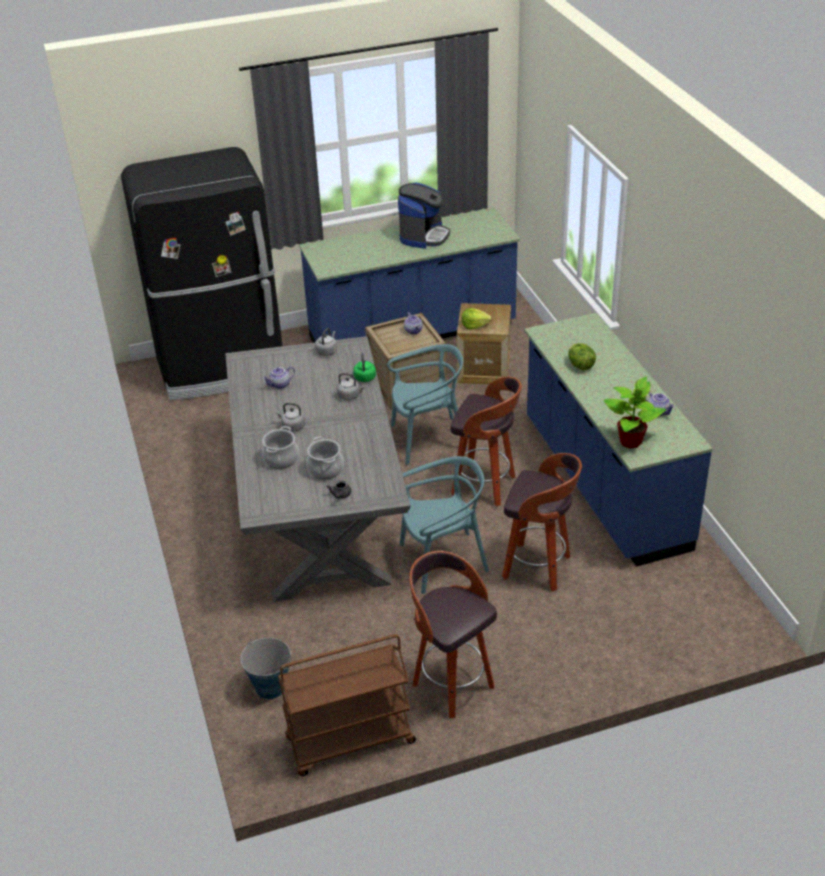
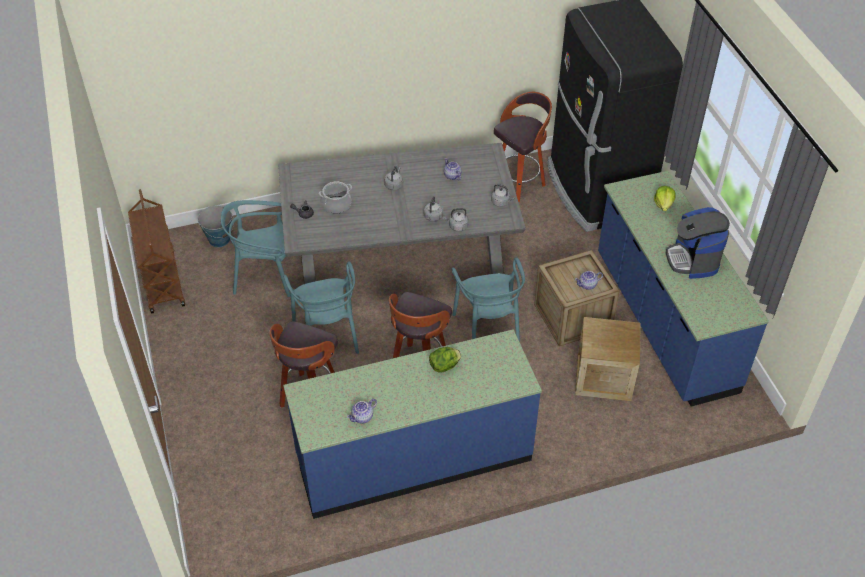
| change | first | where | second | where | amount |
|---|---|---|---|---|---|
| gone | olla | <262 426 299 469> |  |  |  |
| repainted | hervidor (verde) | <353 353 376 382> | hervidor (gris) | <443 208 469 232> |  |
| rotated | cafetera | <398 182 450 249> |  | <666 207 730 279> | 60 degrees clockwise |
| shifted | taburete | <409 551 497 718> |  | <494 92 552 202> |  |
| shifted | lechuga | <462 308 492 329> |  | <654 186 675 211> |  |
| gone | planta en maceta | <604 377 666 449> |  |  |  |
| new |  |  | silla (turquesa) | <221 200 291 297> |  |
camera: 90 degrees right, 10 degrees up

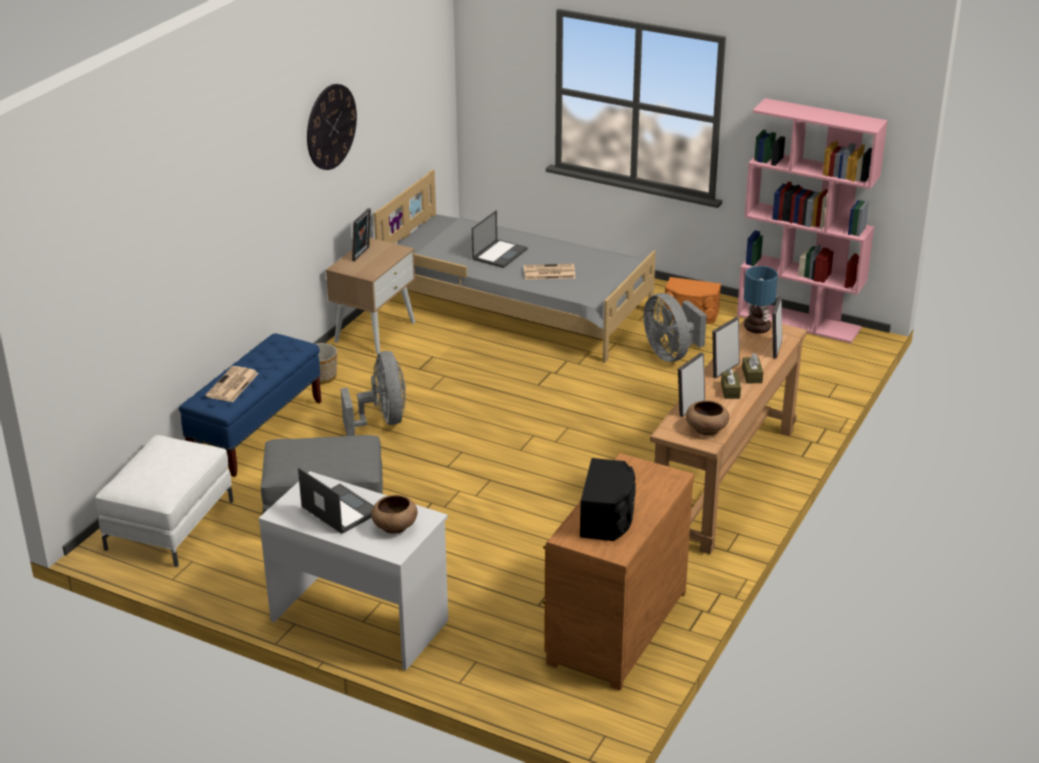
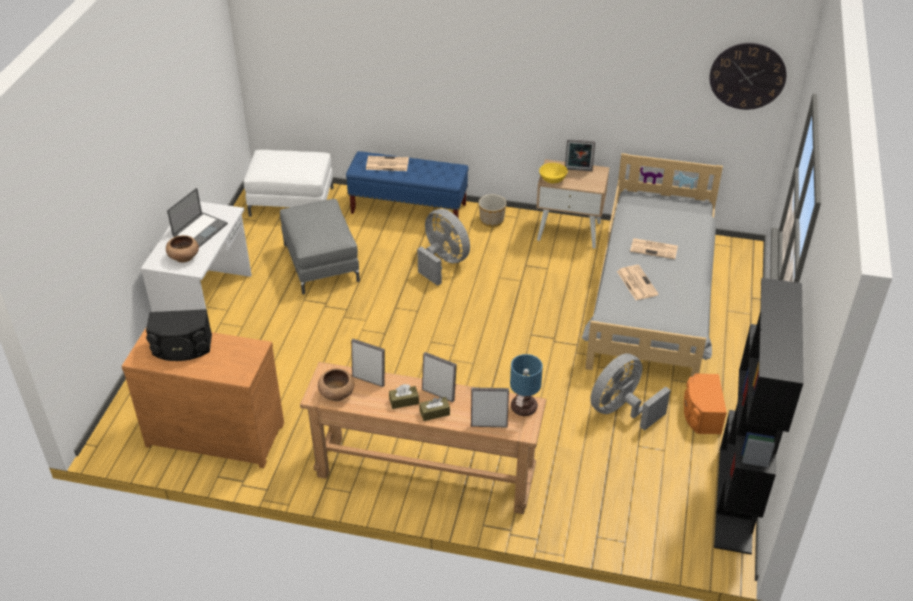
| change | first | where | second | where | amount |
|---|---|---|---|---|---|
| shifted | reloj de pared | <307 84 357 170> |  | <710 43 786 110> |  |
| rotated | ventilador (gris) | <341 351 406 436> |  | <417 209 470 286> | 105 degrees counterclockwise |
| swapped | portátil | <472 210 528 268> | periódico | <630 238 678 259> |  |
| repainted | estantería (rosa) | <737 98 888 343> | estantería (negro) | <714 278 803 555> |  |
| new |  |  | cuenco (amarillo) | <539 163 568 184> |  |
camera: 75 degrees right, 10 degrees up

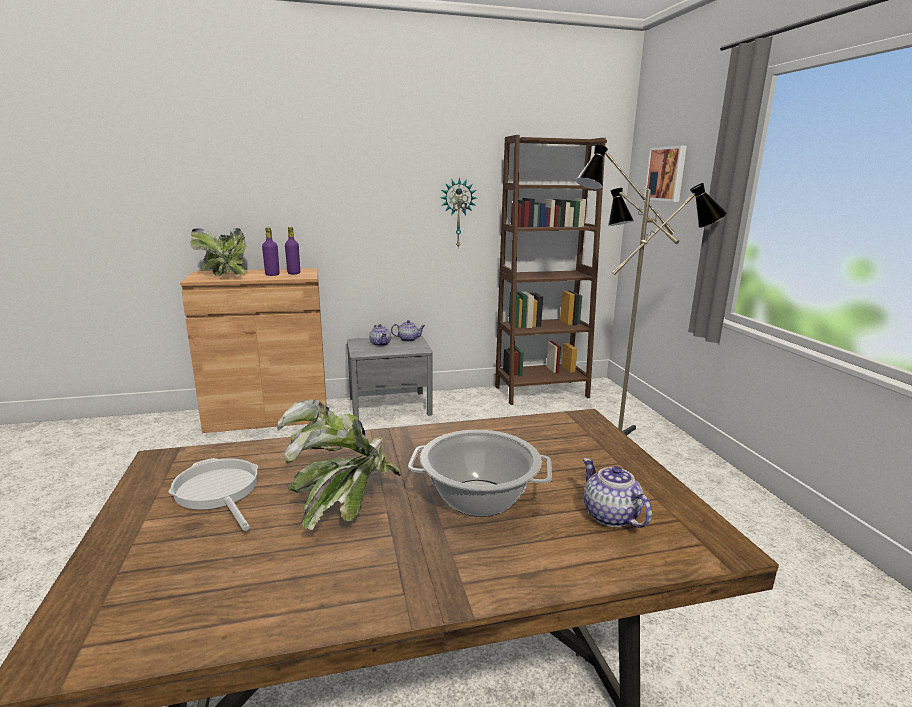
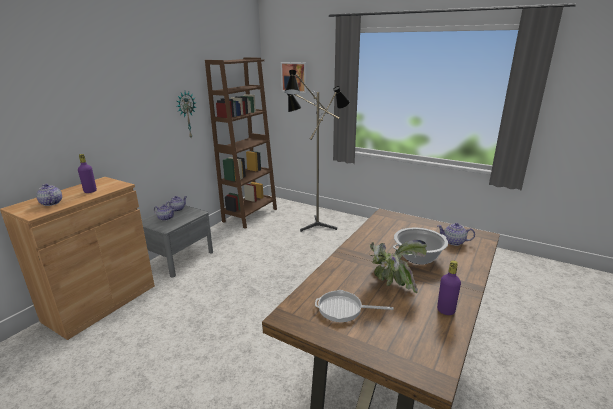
| change | first | where | second | where | amount |
|---|---|---|---|---|---|
| swapped | planta en maceta | <190 228 247 276> | tetera | <36 184 62 206> |  |
| shifted | botella (morado) | <285 227 300 274> |  | <437 260 461 315> |  |
camera: 45 degrees left, 5 degrees up

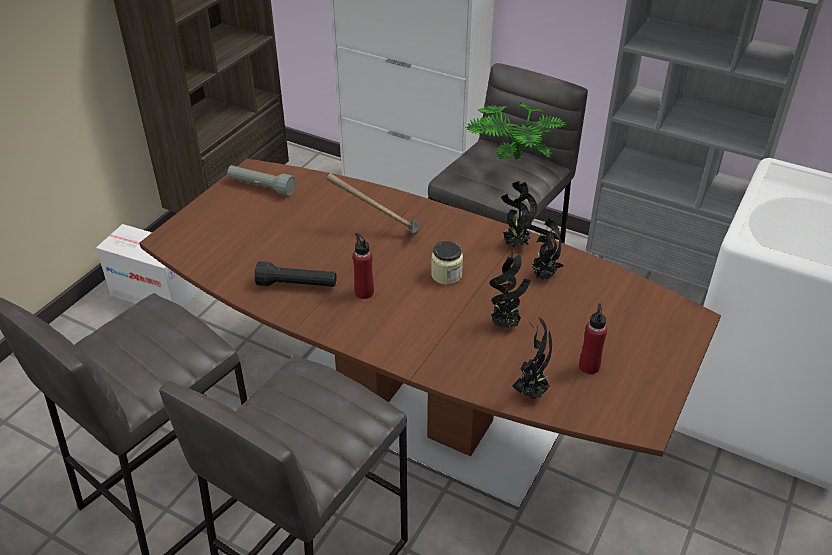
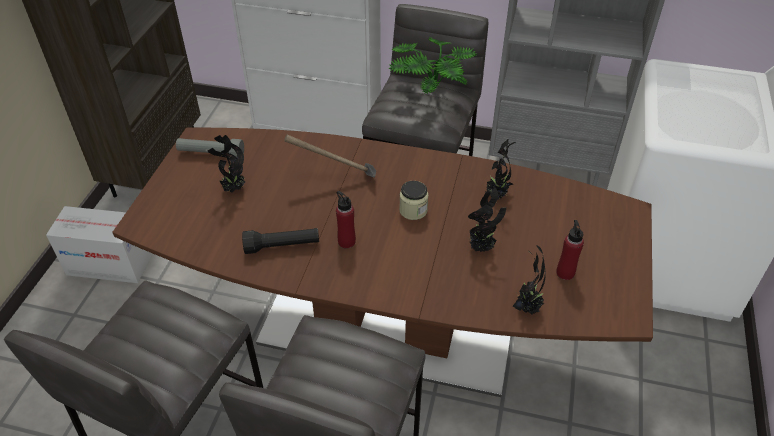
| change | first | where | second | where | amount |
|---|---|---|---|---|---|
| shifted | planta en maceta | <501 181 537 247> |  | <208 135 245 193> |  |
camera: 15 degrees left, 5 degrees up

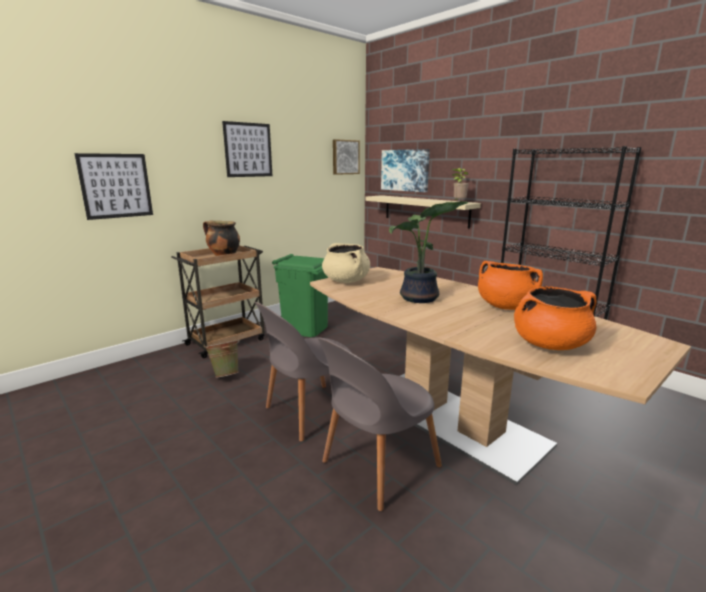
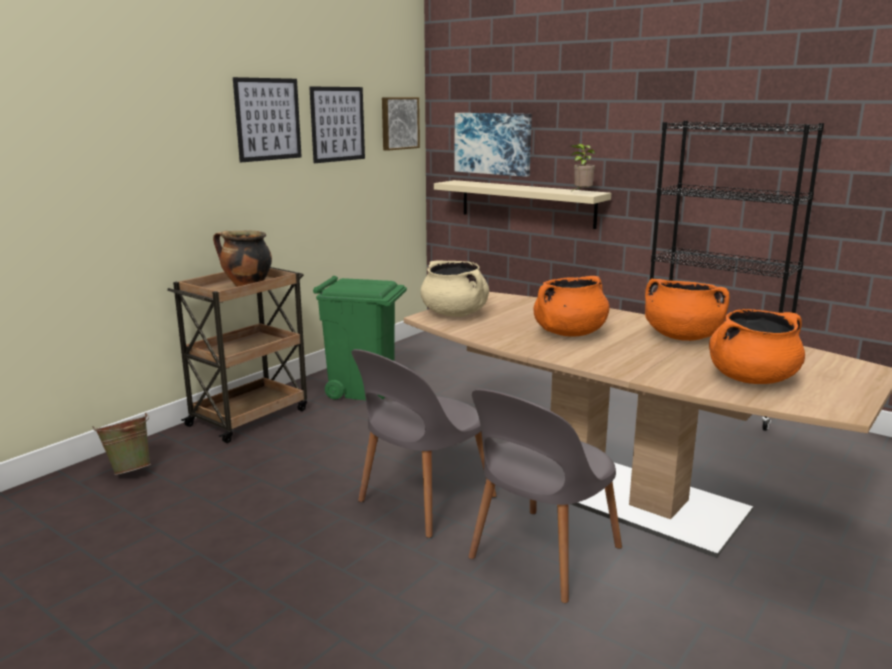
| change | first | where | second | where | amount |
|---|---|---|---|---|---|
| shifted | cuadro | <74 153 153 220> |  | <309 87 365 163> |  |
| shifted | cubo (verde) | <204 338 239 378> |  | <93 413 151 475> |  |
| swapped | planta en maceta | <389 201 468 303> | olla (naranja) | <534 276 610 337> |  |
camera: 10 degrees left, 0 degrees up

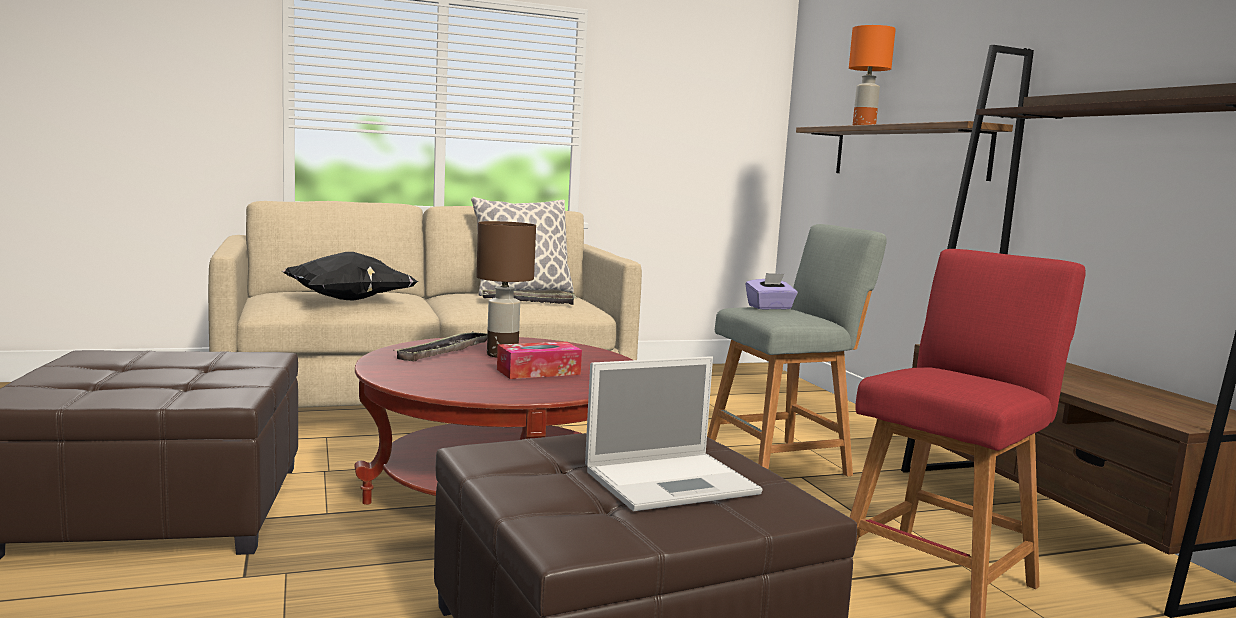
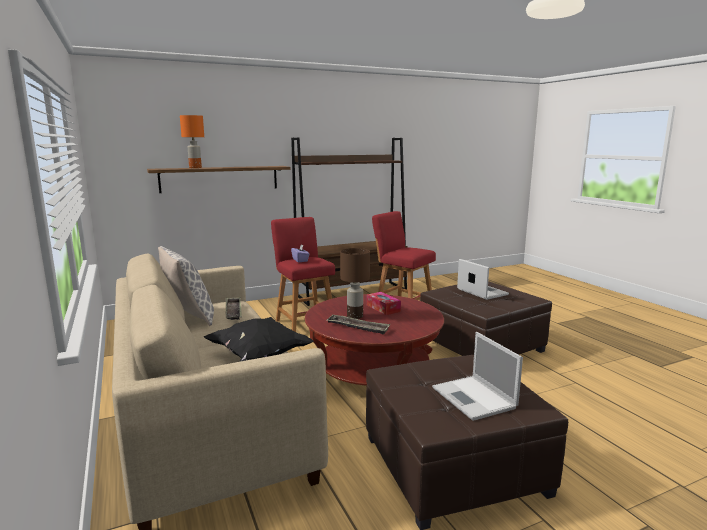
| change | first | where | second | where | amount |
|---|---|---|---|---|---|
| repainted | taburete (gris) | <707 224 887 476> | taburete (rojo) | <271 217 335 332> |  |
| new |  |  | portátil | <432 332 523 421> |  |
camera: 95 degrees left, 5 degrees up

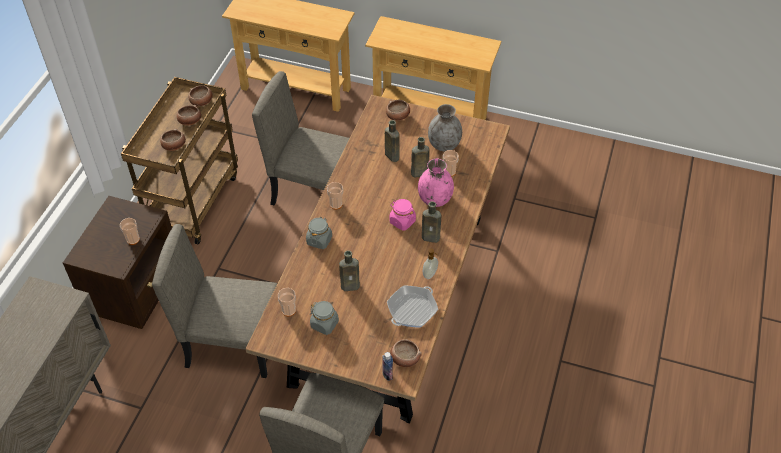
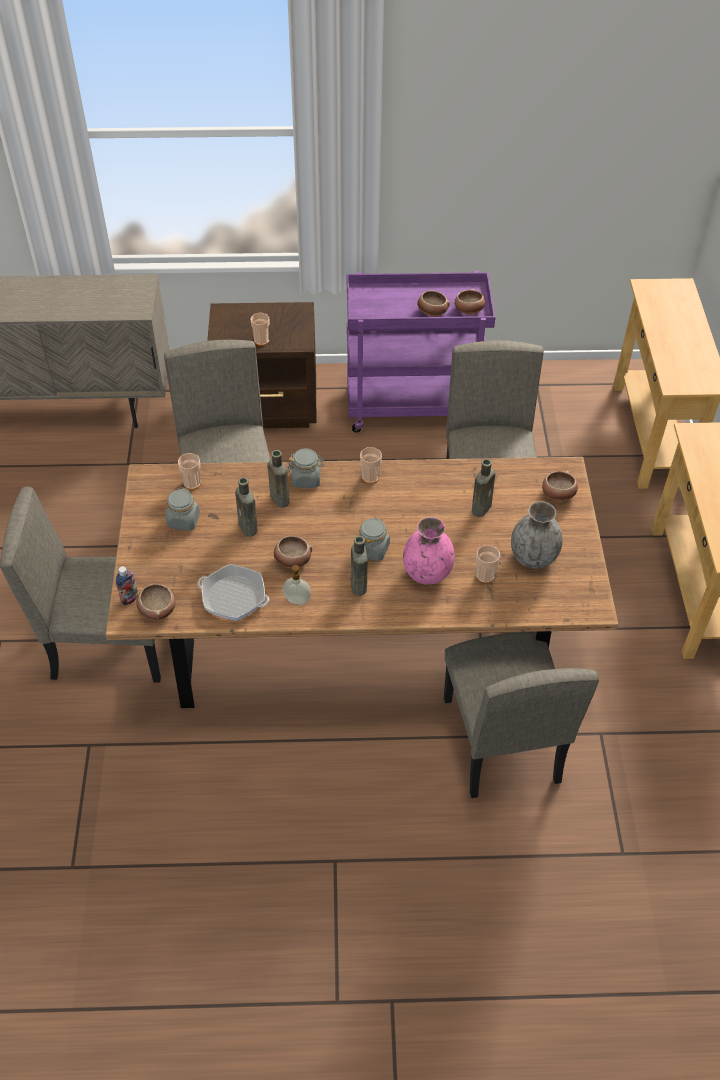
| change | first | where | second | where | amount |
|---|---|---|---|---|---|
| repainted | carrito (marrón) | <121 77 238 244> | carrito (morado) | <347 271 495 433> |  |
| shifted | cuenco | <160 129 186 151> |  | <274 536 312 568> |  |
| repainted | tarro (rosa) | <390 199 416 231> | tarro (gris) | <358 517 390 561> |  |
| shifted | botella (marrón) | <411 137 430 178> |  | <267 450 290 508> |  |
| new |  |  | silla (beis) | <444 632 599 798> |  |
camera: 70 degrees right, 0 degrees up

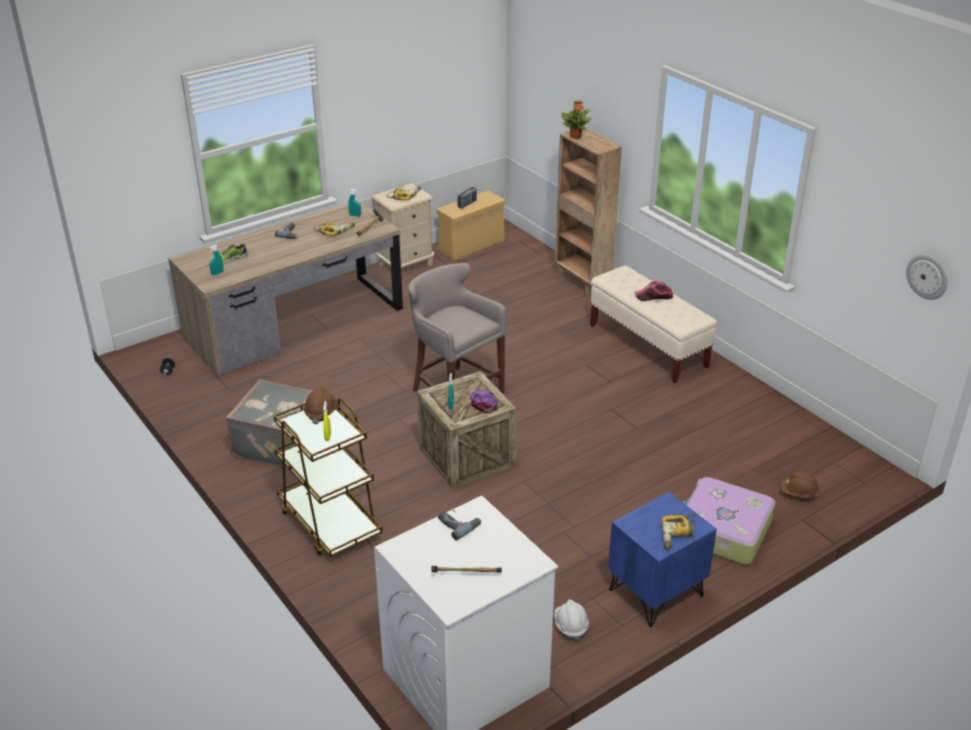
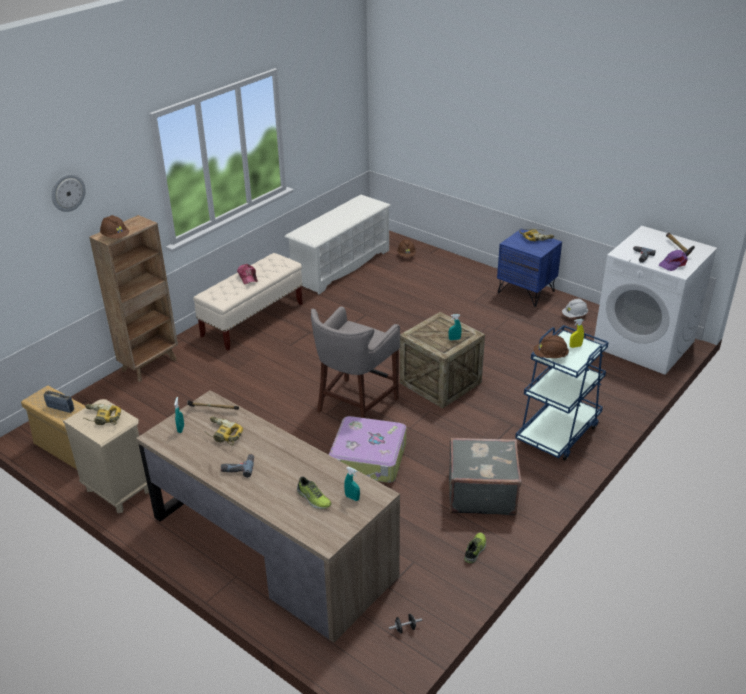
| change | first | where | second | where | amount |
|---|---|---|---|---|---|
| repainted | carrito (marrón) | <273 398 383 557> | carrito (azul) | <515 325 609 461> |  |
| shifted | gorra (morado) | <470 389 498 414> |  | <659 250 688 271> |  |
| swapped | planta en maceta | <562 101 591 139> | casco (marrón) | <100 215 129 239> |  |
| shifted | maleta | <683 477 775 565> |  | <329 416 406 483> |  |
| shifted | reloj de pared | <906 254 948 300> |  | <51 174 86 212> |  |
| new |  |  | zapatero (blanco) | <285 195 390 294> |  |
| new |  |  | zapato | <464 533 486 563> |  |
camera: 105 degrees left, 0 degrees up

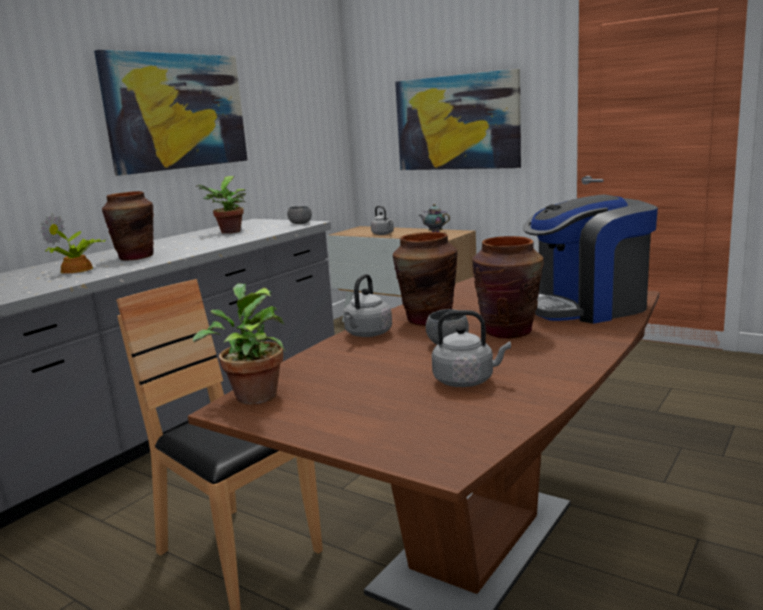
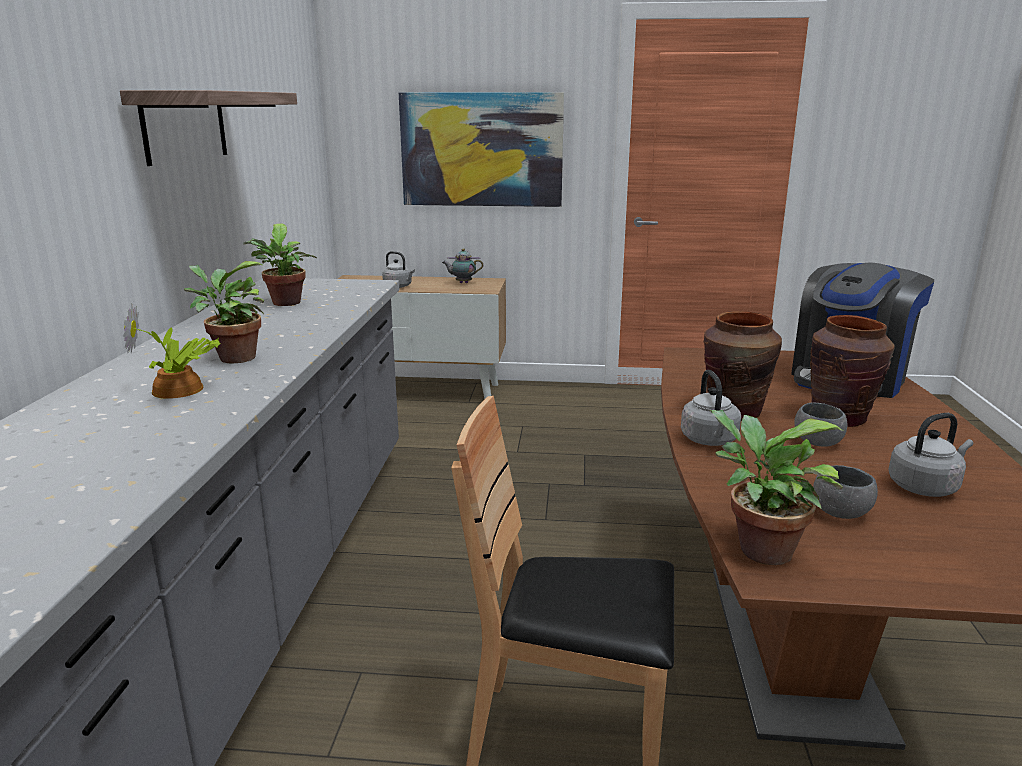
| change | first | where | second | where | amount |
|---|---|---|---|---|---|
| swapped | cuadro | <94 50 247 176> | estante | <120 90 297 166> |  |
| swapped | florero (marrón) | <102 191 154 260> | planta en maceta | <184 261 264 363> |  |
| shifted | cuenco (gris) | <287 206 312 224> |  | <813 465 878 519> |  |
camera: 30 degrees left, 5 degrees up

